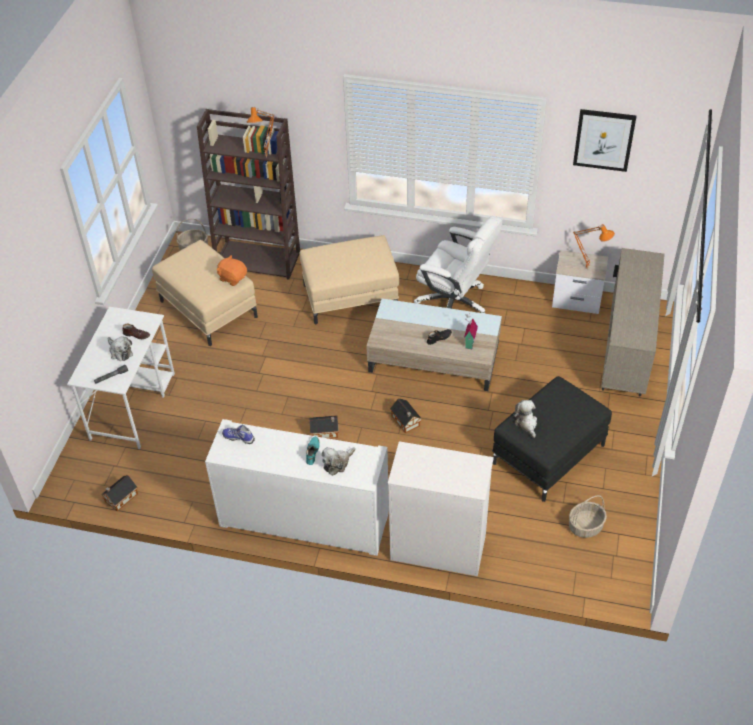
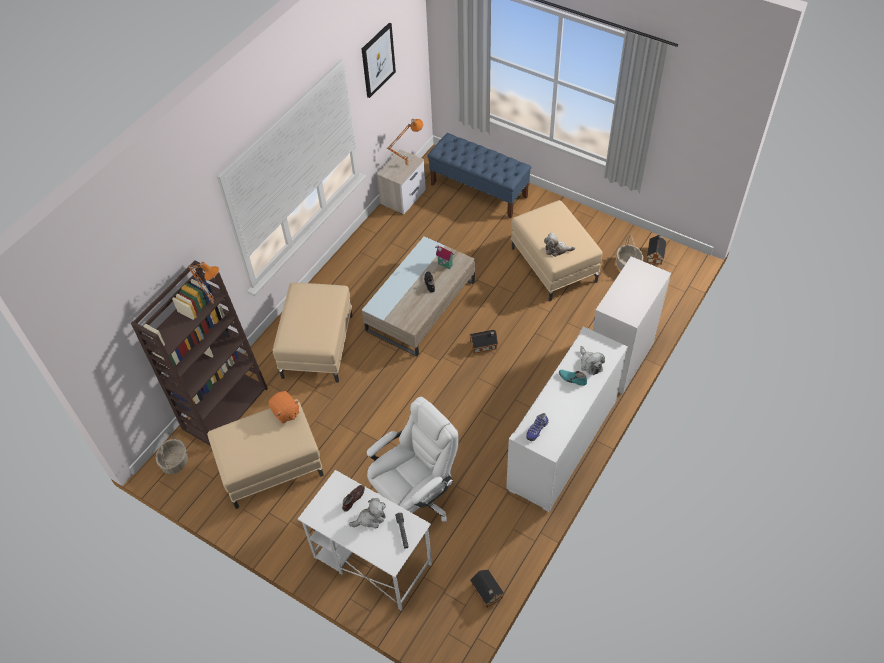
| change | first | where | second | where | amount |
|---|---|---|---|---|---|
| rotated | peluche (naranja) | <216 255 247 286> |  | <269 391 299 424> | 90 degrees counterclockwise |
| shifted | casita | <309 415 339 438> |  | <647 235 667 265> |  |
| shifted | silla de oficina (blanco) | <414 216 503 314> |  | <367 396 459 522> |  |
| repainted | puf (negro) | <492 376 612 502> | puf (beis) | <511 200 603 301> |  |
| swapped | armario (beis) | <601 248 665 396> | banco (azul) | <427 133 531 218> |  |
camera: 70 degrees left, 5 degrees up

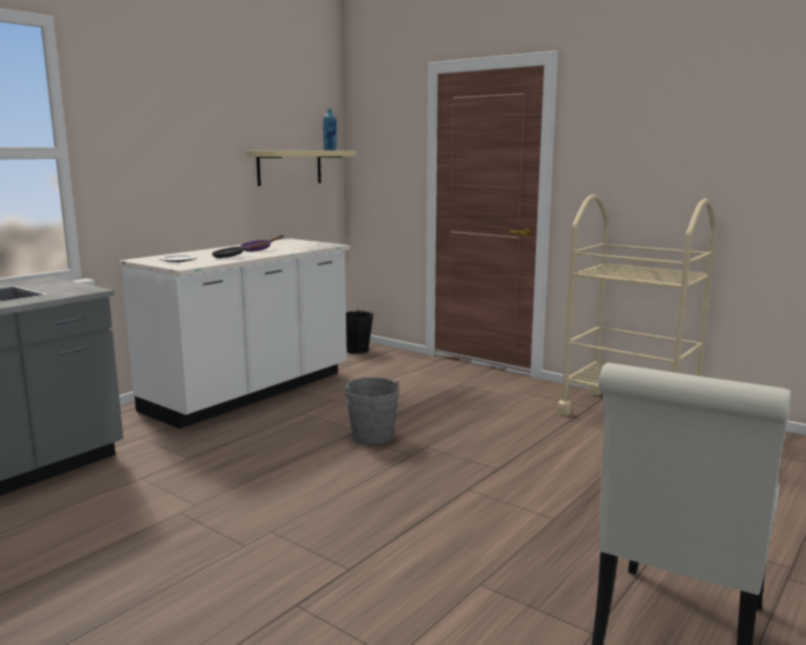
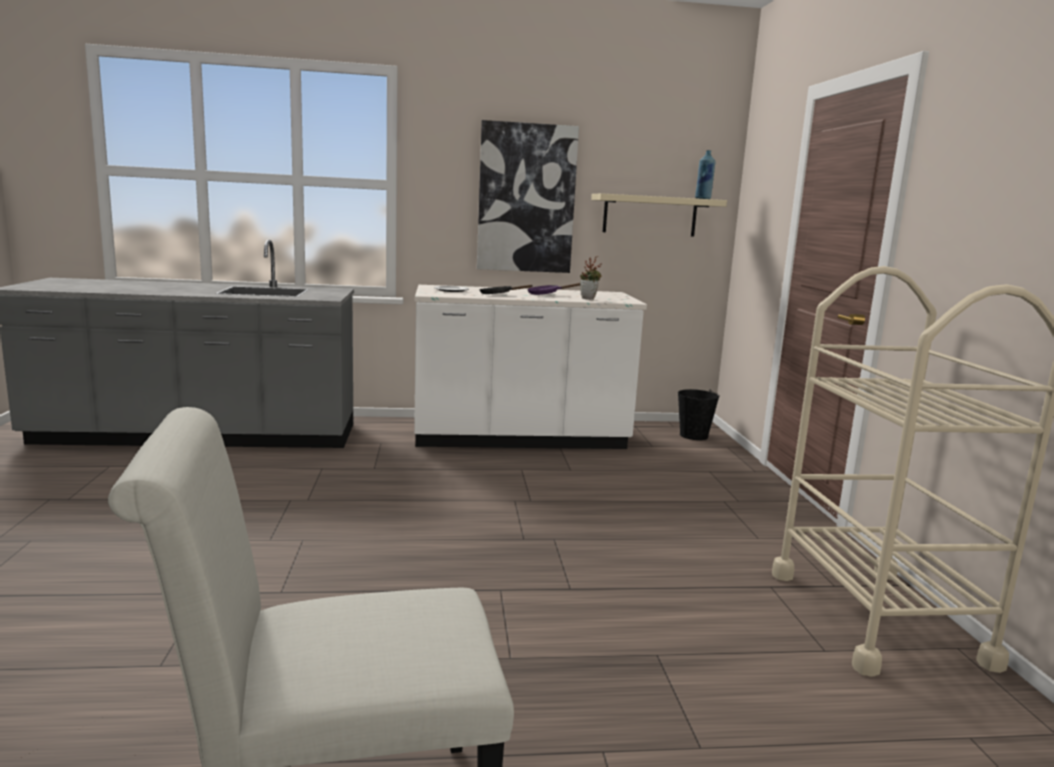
| change | first | where | second | where | amount |
|---|---|---|---|---|---|
| gone | cubo (gris) | <344 377 400 444> |  |  |  |
| new |  |  | cuadro | <477 120 579 273> |  |
| new |  |  | planta en maceta | <580 256 602 300> |  |
camera: 45 degrees right, 0 degrees up

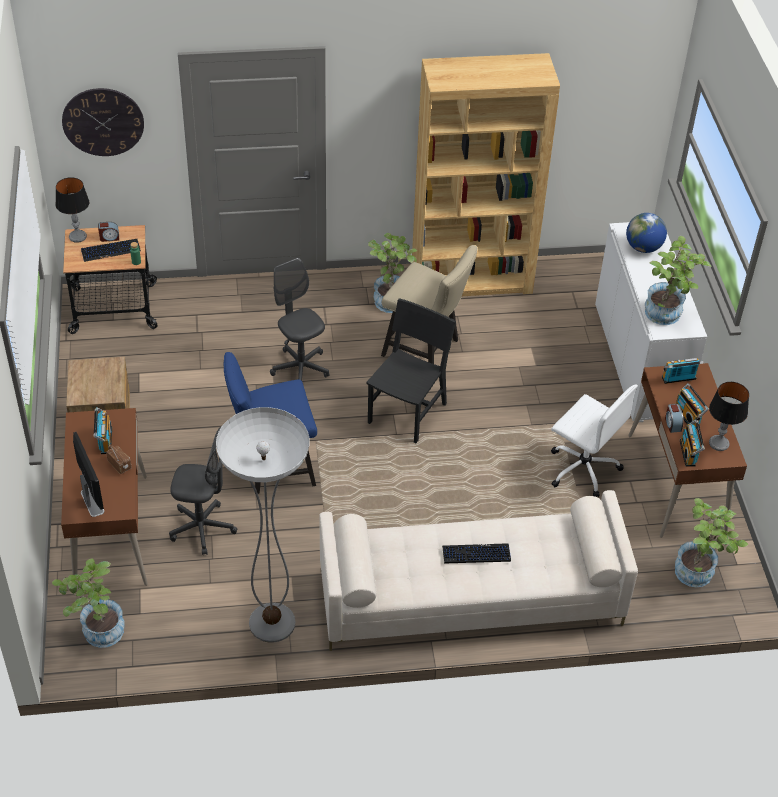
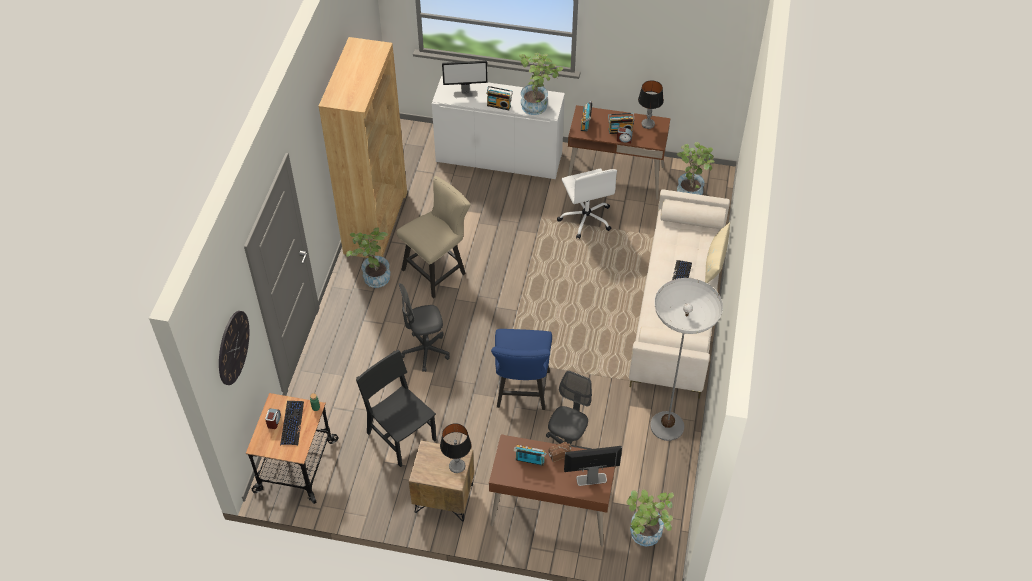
| change | first | where | second | where | amount |
|---|---|---|---|---|---|
| shifted | lámpara de mesa | <55 177 89 243> |  | <440 423 471 473> |  |
| shifted | silla (negro) | <366 298 456 443> |  | <356 349 436 467> |  |
| rotated | silla de oficina (blanco) | <551 385 638 497> |  | <557 168 617 239> | 105 degrees clockwise |
| swapped | globo terráqueo | <626 213 667 253> | monitor | <442 61 488 98> |  |
| shifted | radio | <680 420 705 467> |  | <486 86 513 110> |  |
| new |  |  | cojín (beis) | <705 222 730 283> |  |
camera: 70 degrees left, 5 degrees up

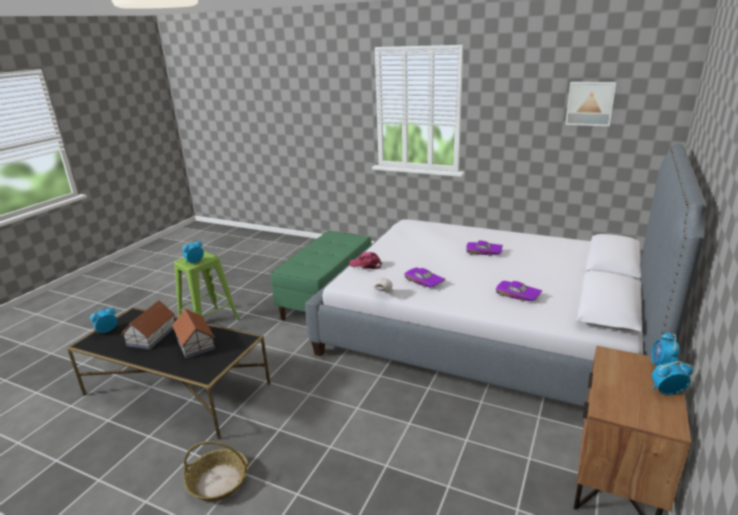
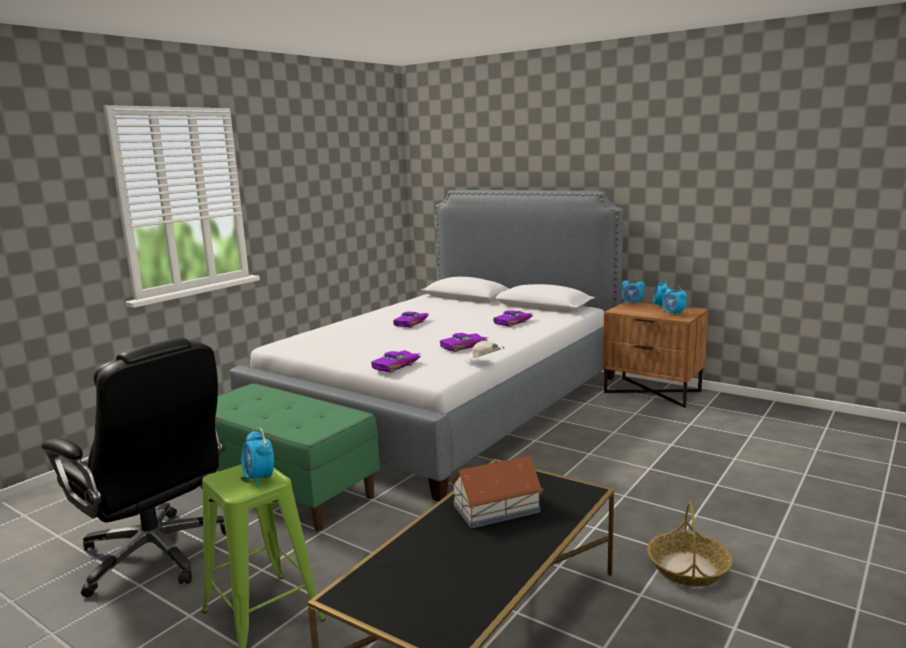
| change | first | where | second | where | amount |
|---|---|---|---|---|---|
| shifted | despertador | <90 307 117 333> |  | <662 285 687 316> |  |
| gone | casita | <121 301 175 349> |  |  |  |
| swapped | gorra (rosa) | <349 252 382 269> | coche de juguete (morado) | <371 350 421 373> |  |
| gone | cuadro | <565 82 616 126> |  |  |  |
| new |  |  | silla de oficina (negro) | <41 338 226 597> |  |
camera: 80 degrees left, 10 degrees down

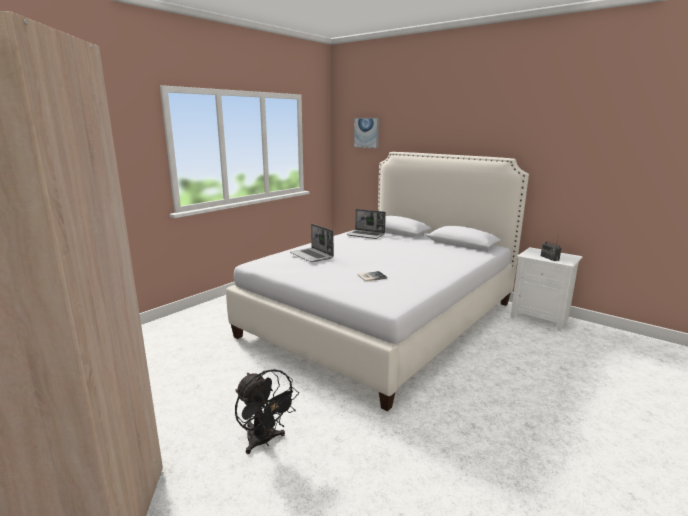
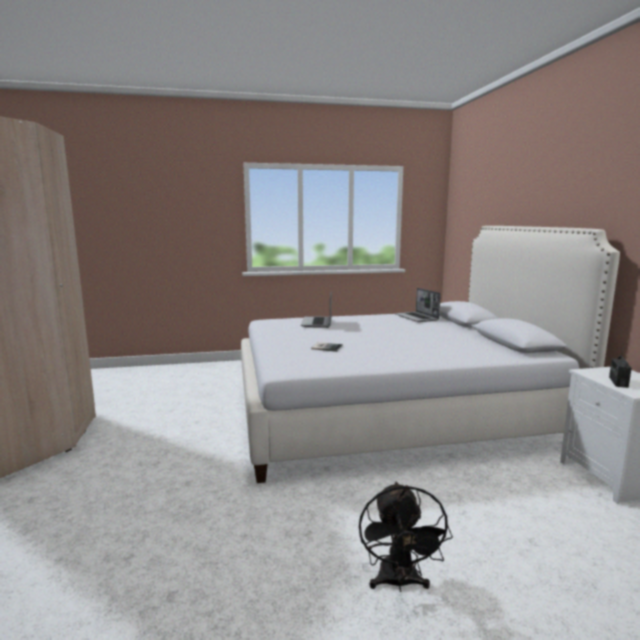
| change | first | where | second | where | amount |
|---|---|---|---|---|---|
| shifted | ventilador (negro) | <235 369 299 454> |  | <359 482 453 592> |  |
| gone | cuadro | <354 118 379 148> |  |  |  |
camera: 40 degrees right, 5 degrees down

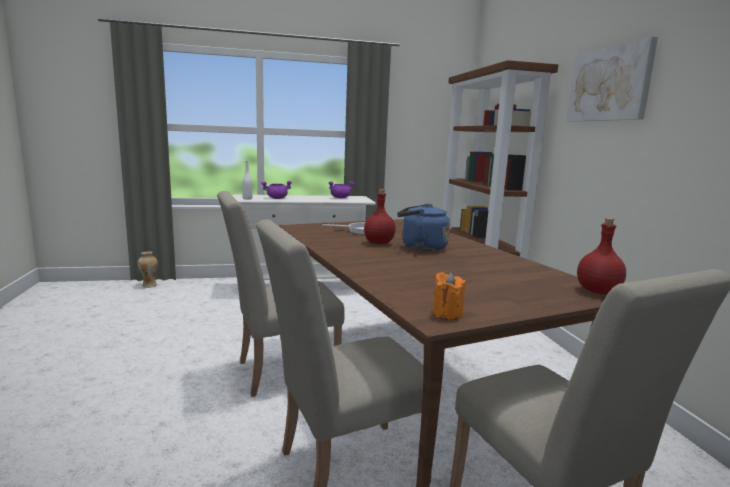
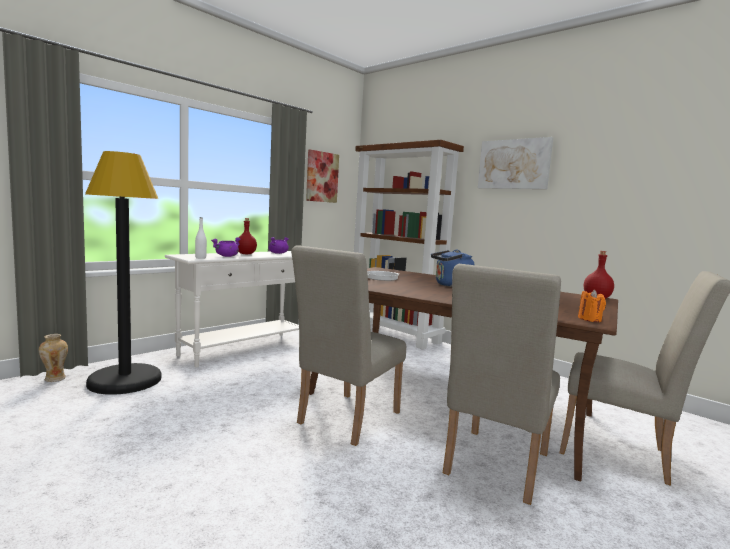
| change | first | where | second | where | amount |
|---|---|---|---|---|---|
| shifted | botella (rojo) | <364 189 396 244> |  | <238 218 257 254> |  |
| new |  |  | lámpara de pie (negro) | <85 151 162 395> |  |
| new |  |  | cuadro | <306 149 339 203> |  |
camera: 35 degrees left, 5 degrees down

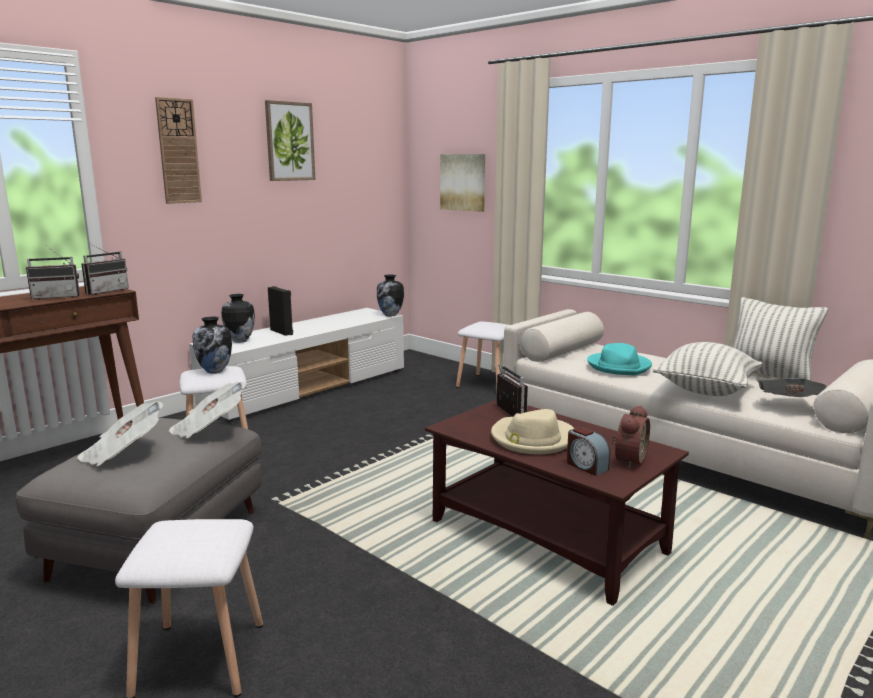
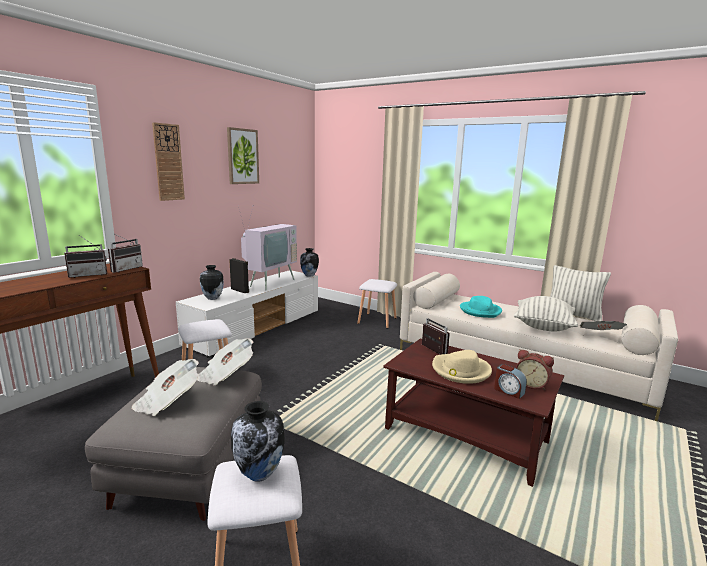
| change | first | where | second | where | amount |
|---|---|---|---|---|---|
| shifted | florero | <192 316 232 374> |  | <231 401 285 482> |  |
| gone | cuadro | <440 154 485 212> |  |  |  |
| rotated | despertador | <612 405 650 469> |  | <516 349 554 390> | 105 degrees clockwise |
| new |  |  | televisor | <238 205 297 290> |  |
camera: 10 degrees left, 0 degrees up

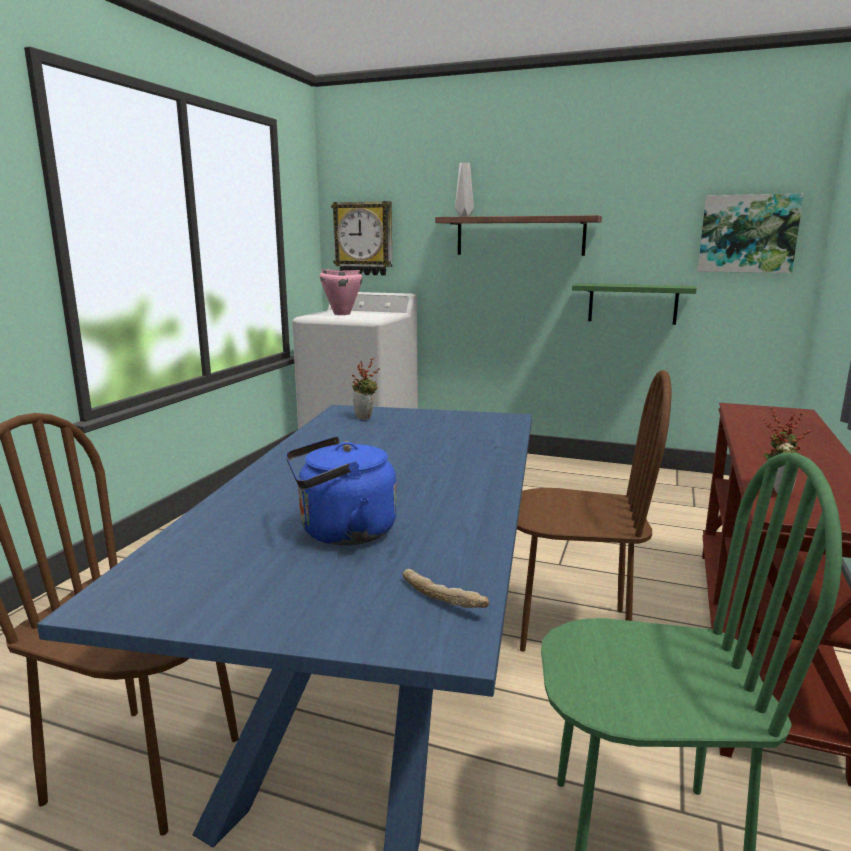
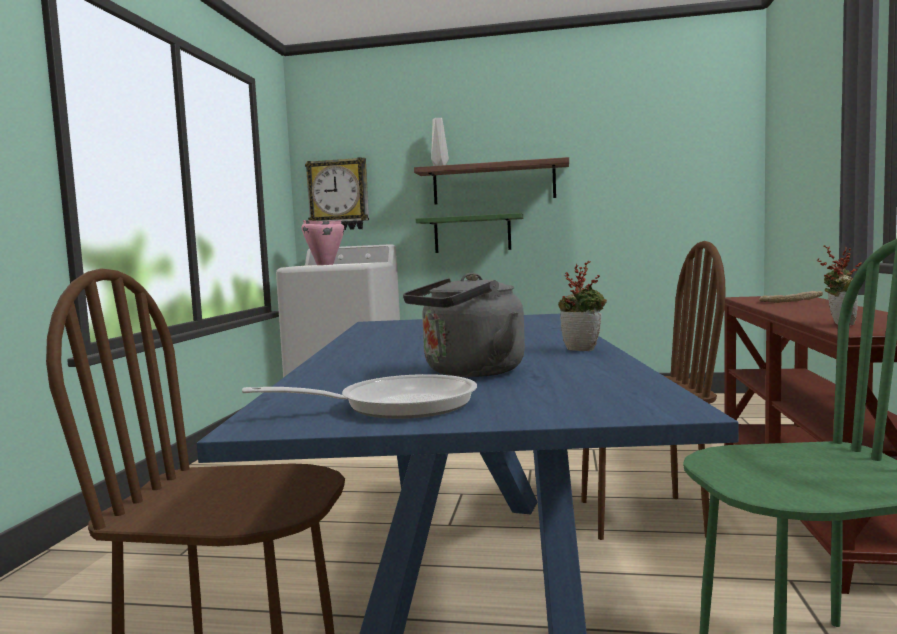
| change | first | where | second | where | amount |
|---|---|---|---|---|---|
| repainted | hervidor (azul) | <286 436 397 545> | hervidor (gris) | <403 273 525 377> |  |
| shifted | planta en maceta | <352 357 380 420> |  | <558 261 607 351> |  |
| shifted | pan | <403 569 489 608> |  | <759 291 823 303> |  |
| shifted | estante (verde) | <572 283 697 325> |  | <416 213 523 253> |  |
| gone | cuadro | <698 194 804 273> |  |  |  |
| new |  |  | sartén | <242 374 477 419> |  |
camera: 10 degrees left, 10 degrees down

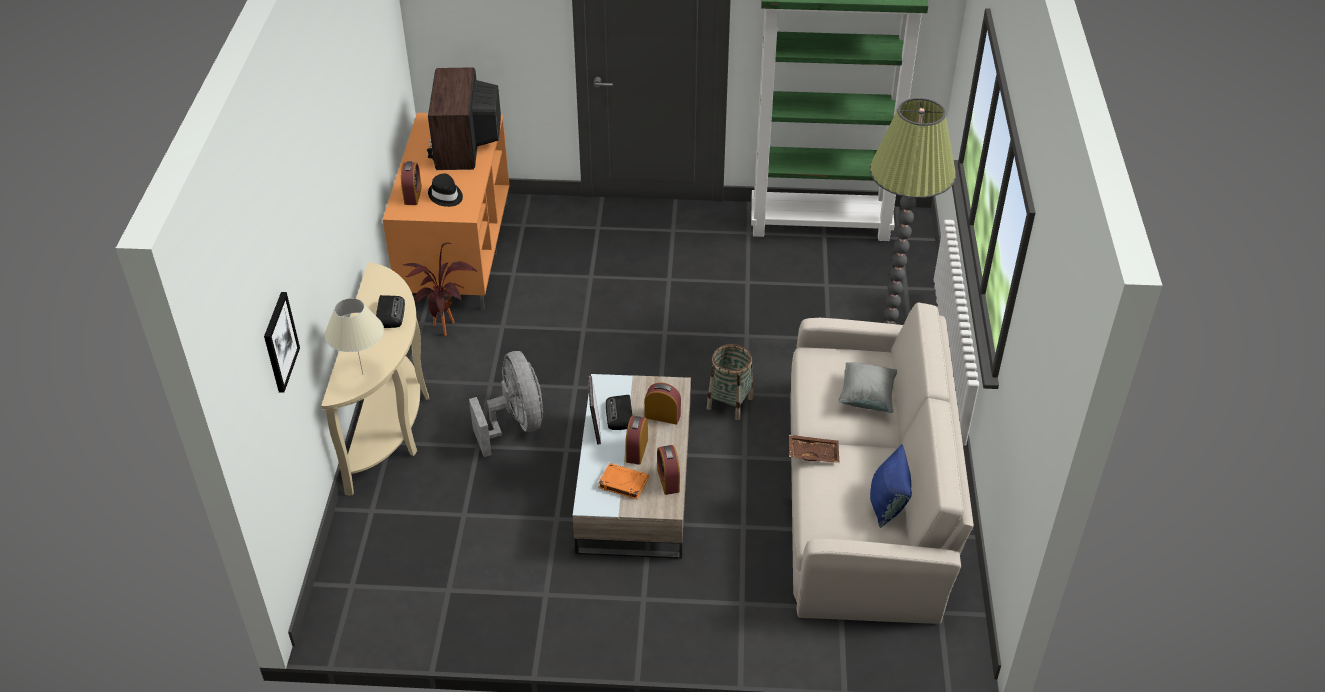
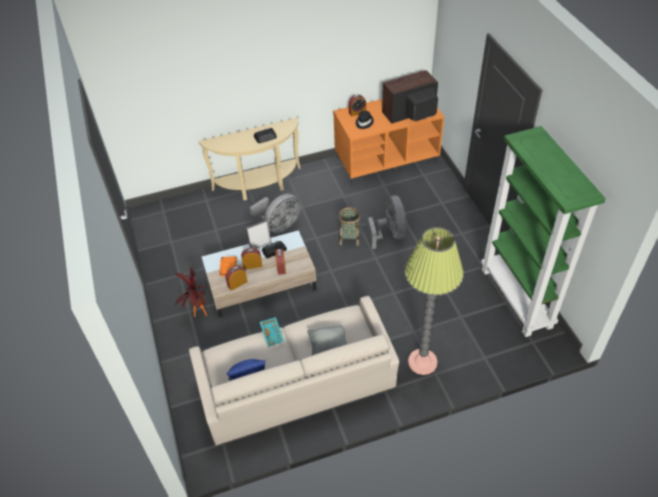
| change | first | where | second | where | amount |
|---|---|---|---|---|---|
| gone | cuadro | <264 292 300 393> |  |  |  |
| gone | lámpara de mesa (beis) | <325 298 384 374> |  |  |  |
| shifted | planta en maceta | <402 242 477 336> |  | <175 267 207 317> |  |
| shifted | cesta | <707 344 753 420> |  | <338 207 360 246> |  |
| repainted | bandeja (marrón) | <789 435 839 463> | bandeja (turquesa) | <260 317 284 347> |  |
| new |  |  | ventilador (gris) | <368 195 406 249> |  |
camera: 70 degrees right, 5 degrees up

